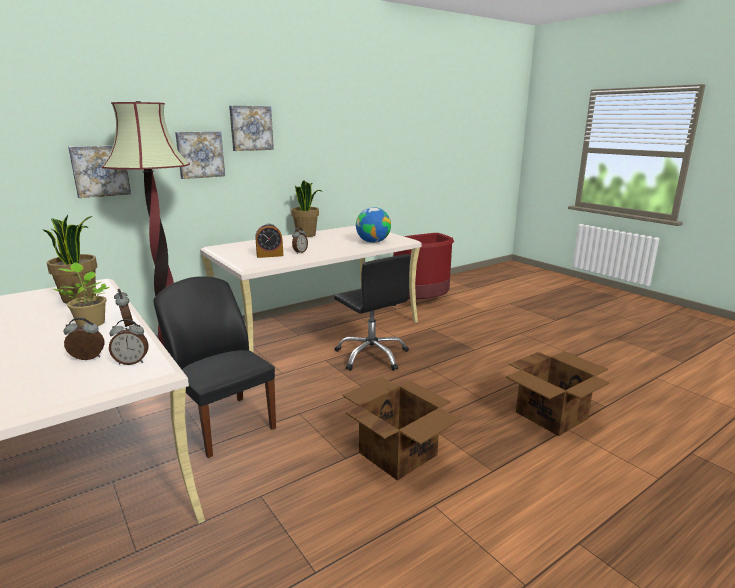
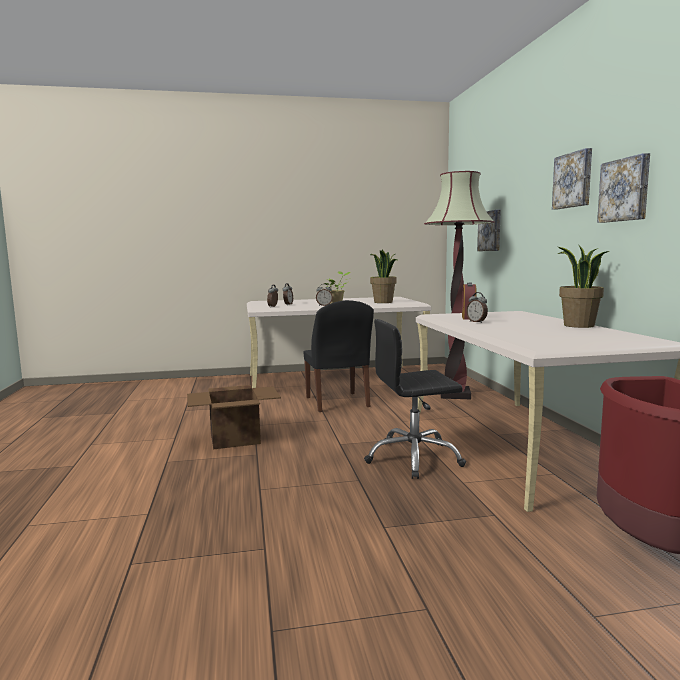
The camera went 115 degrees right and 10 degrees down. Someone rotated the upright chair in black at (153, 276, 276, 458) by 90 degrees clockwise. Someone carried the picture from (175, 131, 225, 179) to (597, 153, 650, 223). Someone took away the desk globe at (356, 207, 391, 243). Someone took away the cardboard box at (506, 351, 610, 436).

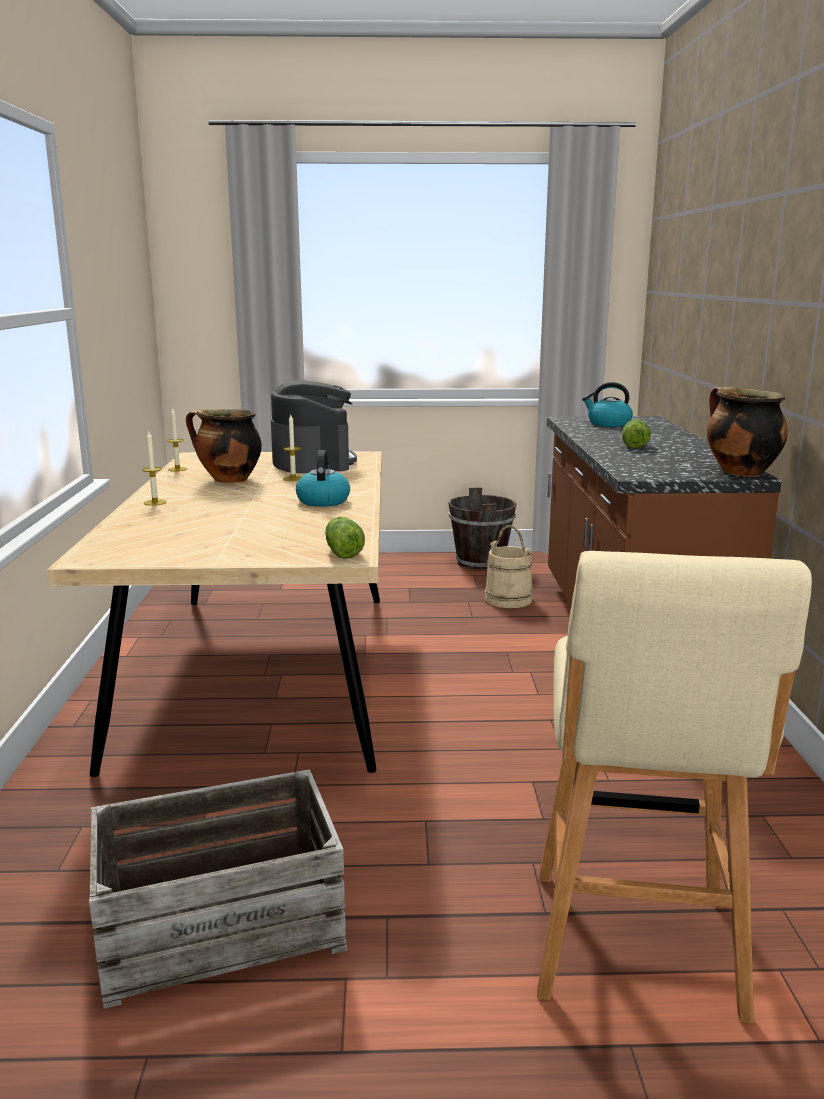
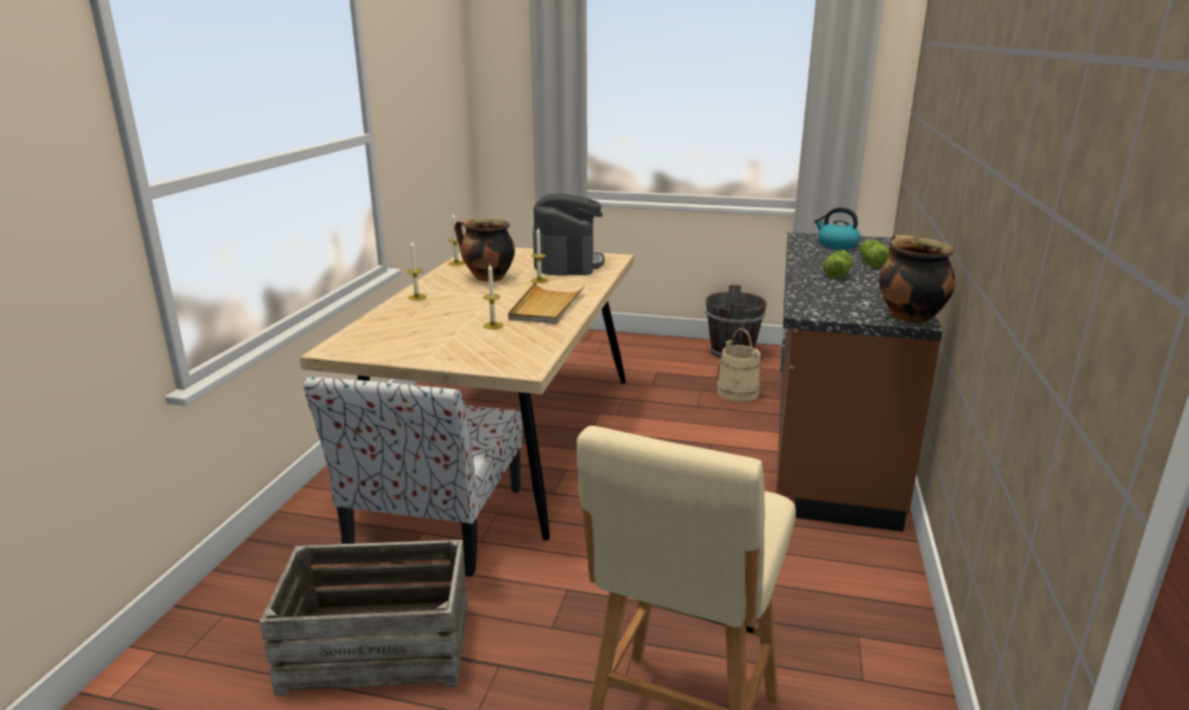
The camera went 15 degrees right and 5 degrees up. Someone put down the upright chair at (303, 376, 523, 577). Someone put down the candle at (483, 265, 503, 329). Someone swapped the tea kettle at (296, 450, 350, 507) for the tray in sand-coloured at (508, 282, 585, 324). Someone carried the lettuce from (325, 517, 365, 559) to (860, 240, 889, 267).

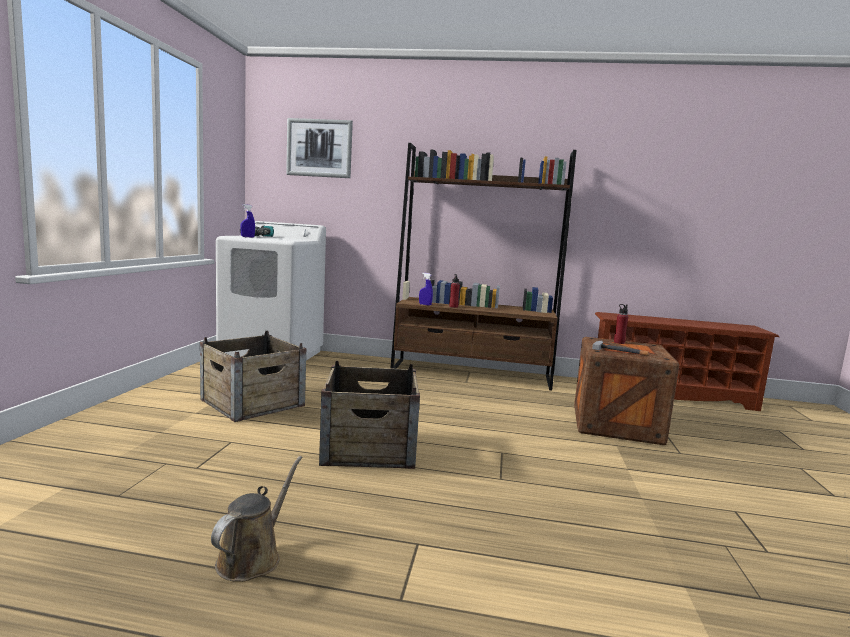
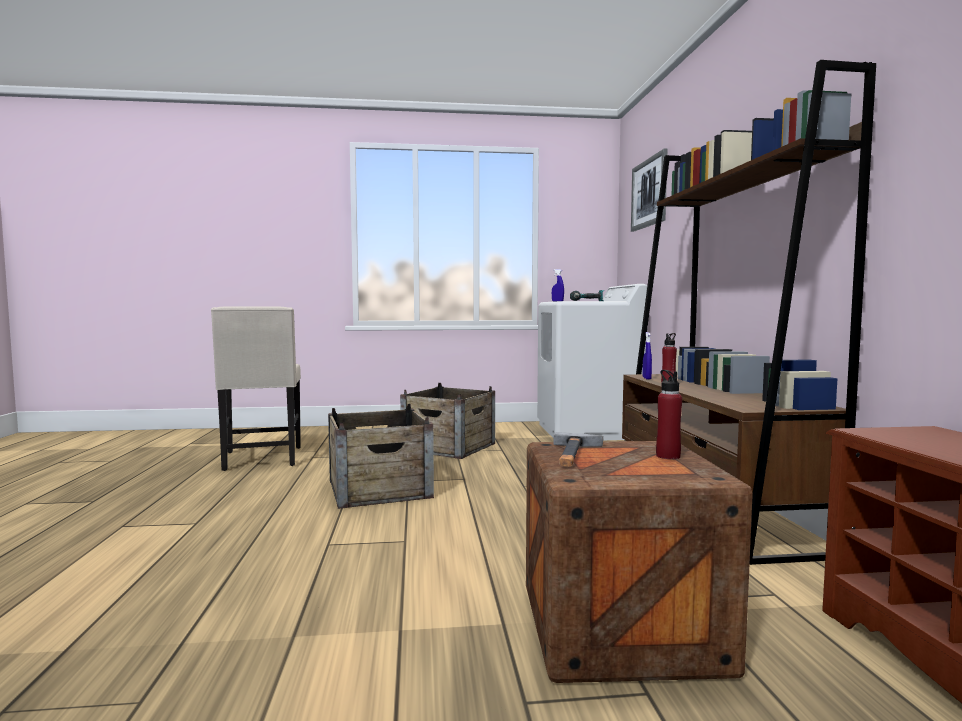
The camera went 75 degrees right and 5 degrees down. Someone put down the upright chair in sand-coloured at (211, 306, 301, 471). Someone took away the watering pot in brown-coloured at (211, 456, 302, 582).

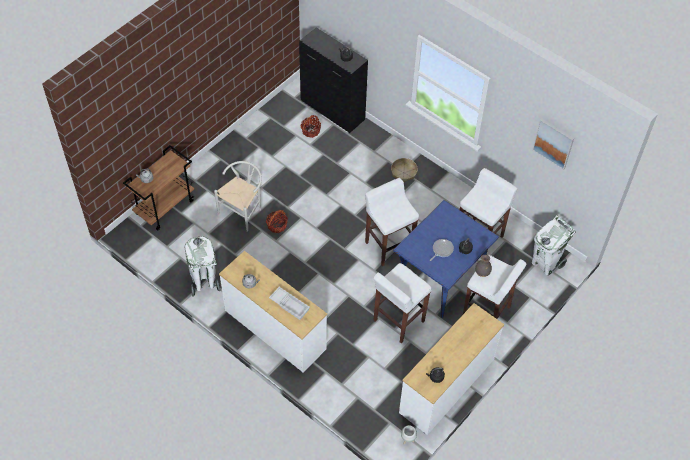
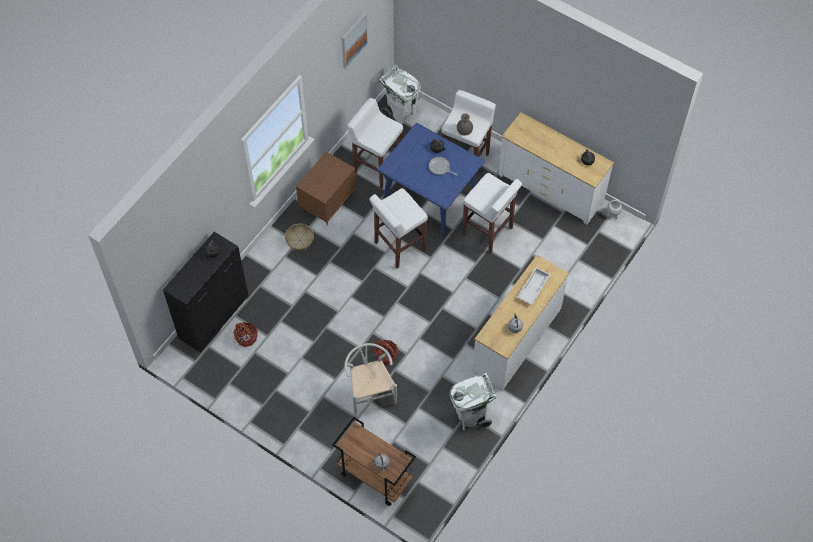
The camera went 95 degrees left and 5 degrees up. Someone put down the bedside table in brown-coloured at (296, 152, 356, 225). Someone rotated the upright chair in white at (214, 161, 262, 232) by 45 degrees clockwise.

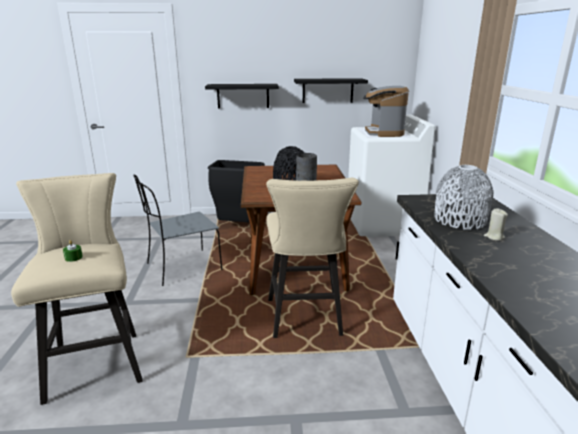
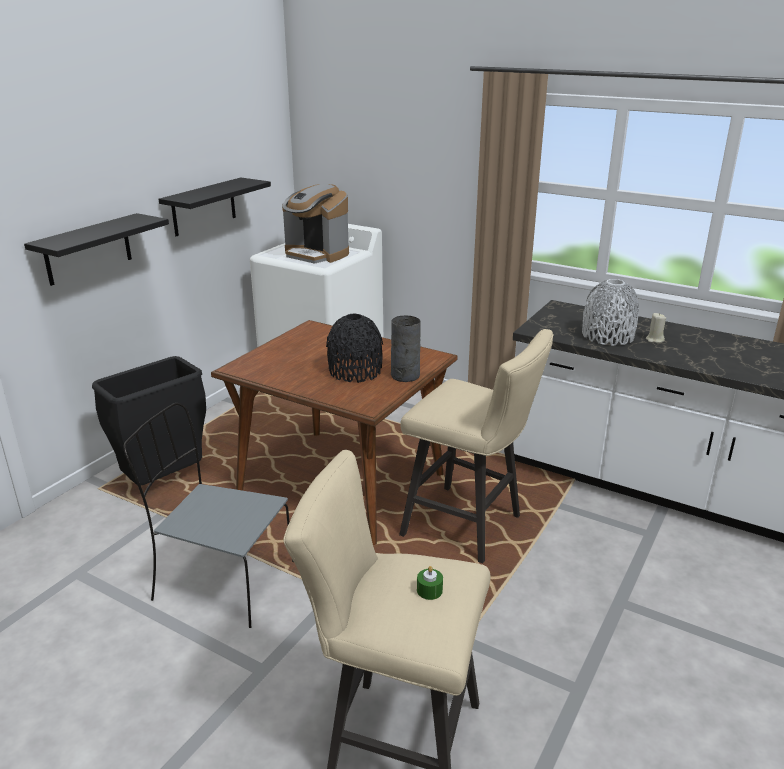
The camera went 55 degrees left and 5 degrees up. Someone rotated the upright chair in gray at (133, 174, 222, 286) by 105 degrees clockwise.

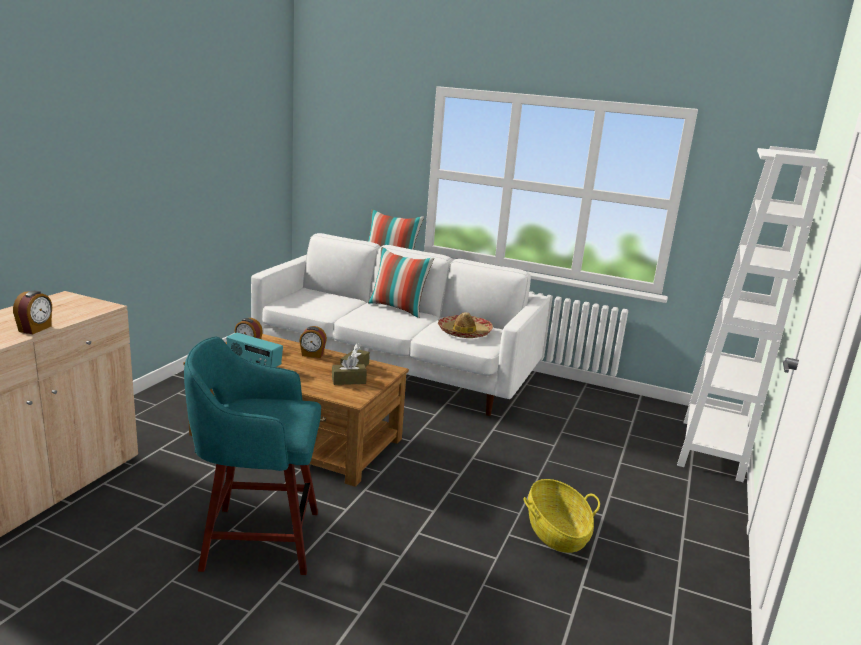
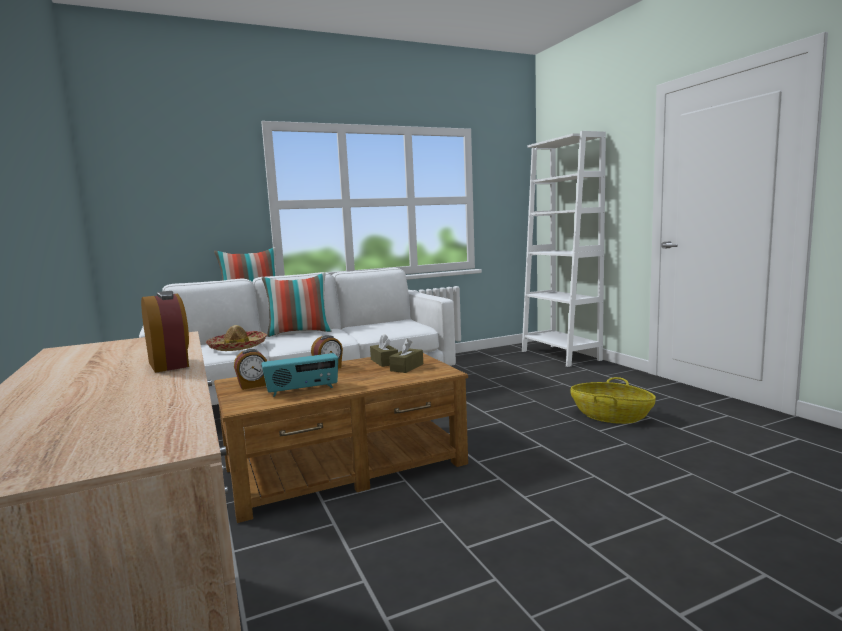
The camera went 45 degrees left and 10 degrees down. Someone carried the hat from (438, 312, 493, 338) to (206, 325, 267, 351). Someone took away the stool seat in blue-green at (184, 336, 321, 575).

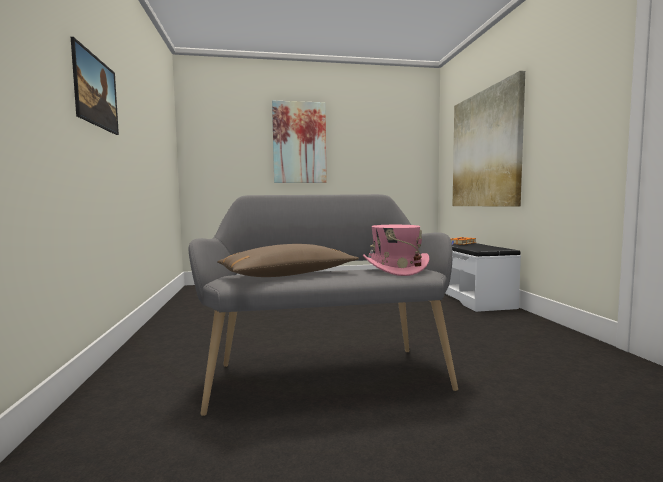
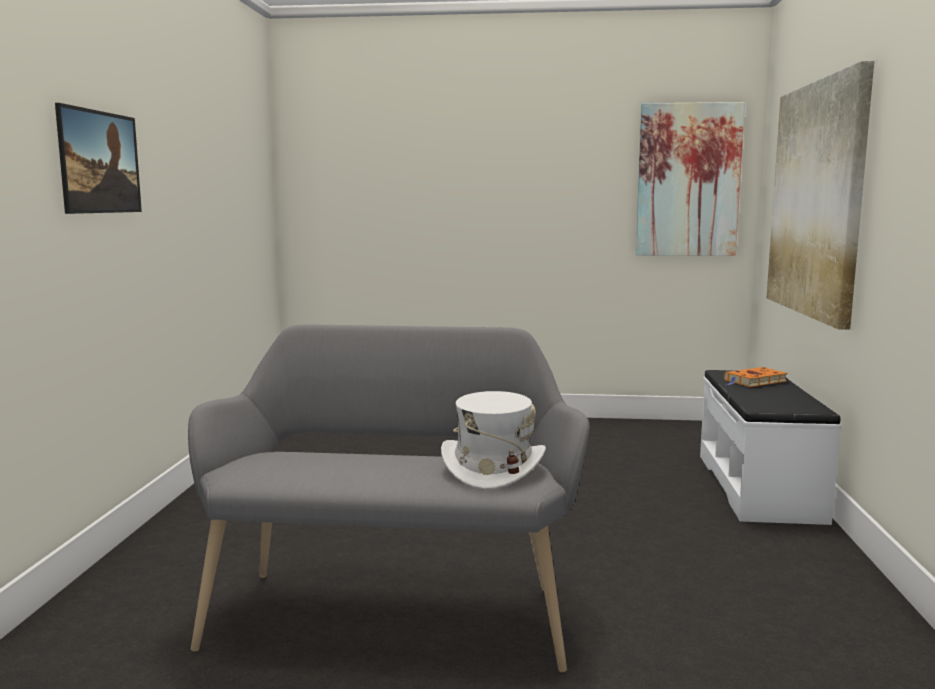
The camera went 15 degrees right and 5 degrees up. Someone repainted the hat in pinkish at (363, 225, 429, 276), which became the hat in white at (441, 391, 546, 489). Someone carried the picture from (272, 101, 327, 183) to (636, 102, 745, 256). Someone took away the pillow in brown-coloured at (217, 244, 359, 277).

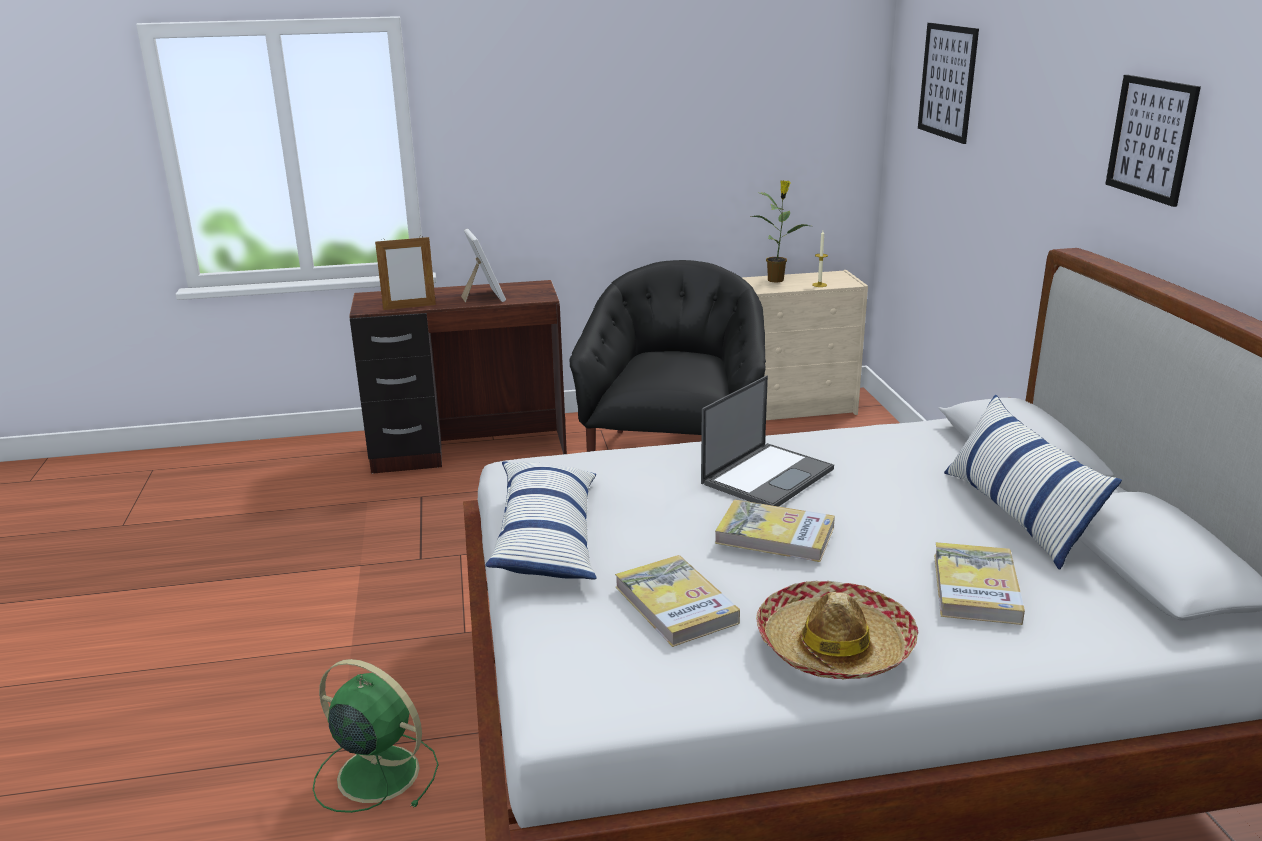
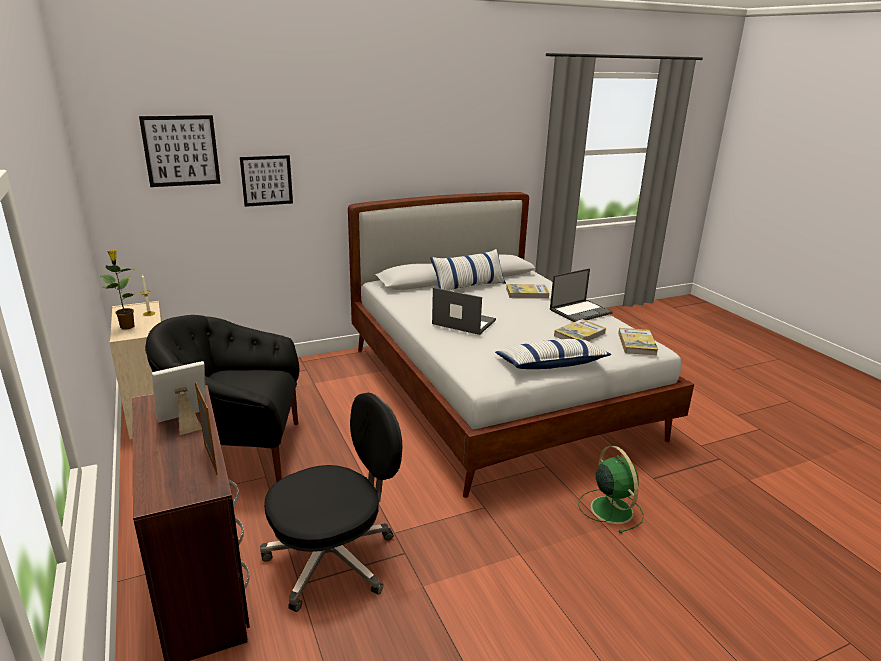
The camera went 105 degrees left and 0 degrees up. Someone carried the picture from (1105, 75, 1201, 207) to (240, 155, 293, 207). Someone put down the desk chair in black at (260, 393, 402, 612). Someone swapped the hat at (756, 581, 918, 680) for the laptop at (550, 268, 613, 322). Someone rotated the fan in green-coloured at (313, 659, 439, 813) by 150 degrees clockwise. Someone carried the bound book from (715, 500, 835, 562) to (618, 328, 658, 355).

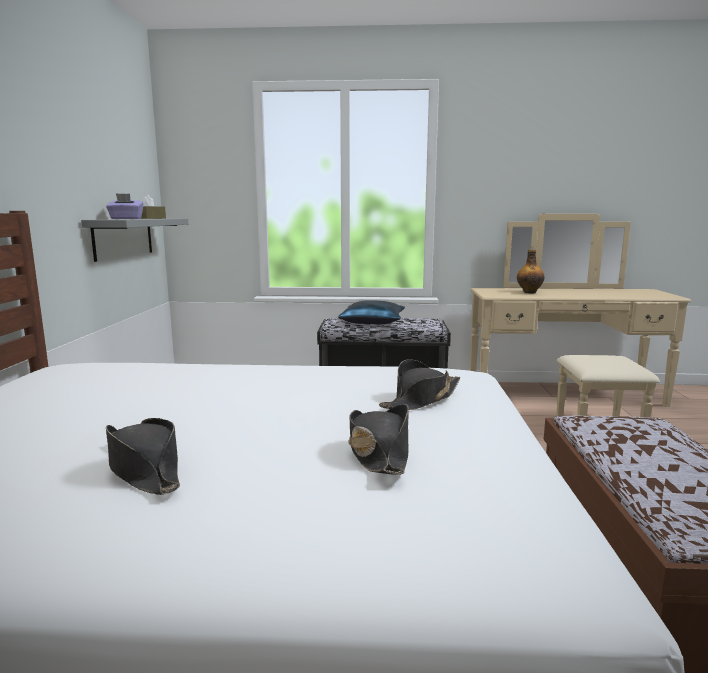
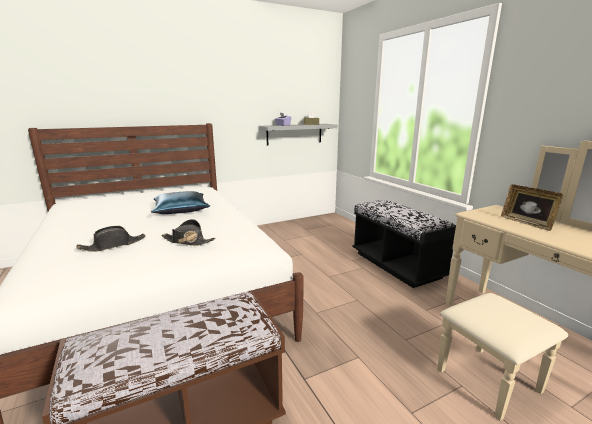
The camera went 60 degrees right and 5 degrees up. Someone carried the pillow in blue-coloured from (338, 300, 405, 324) to (151, 191, 210, 214). Someone swapped the drink bottle at (517, 250, 545, 293) for the photo frame at (501, 184, 563, 231). Someone took away the hat in black at (106, 418, 180, 495).

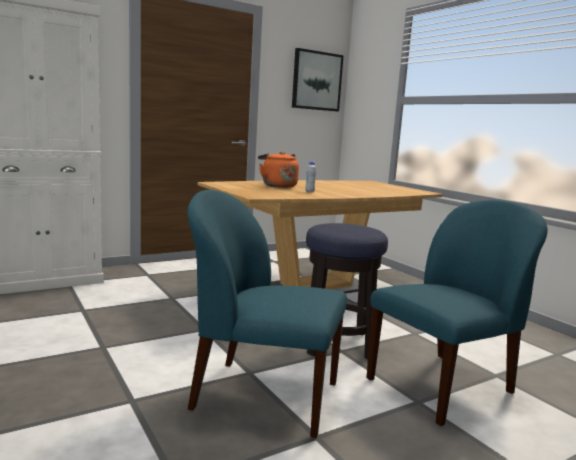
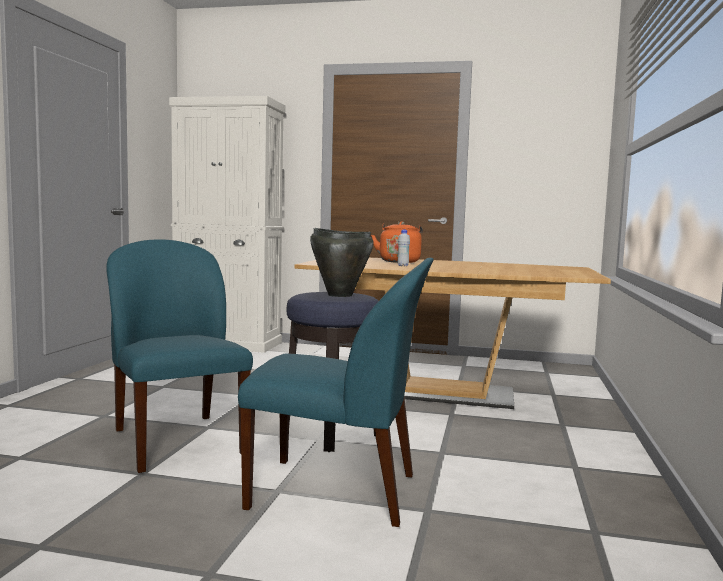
The camera went 45 degrees right and 5 degrees down. Someone put down the saucepot in black at (310, 228, 374, 297). Someone took away the picture at (292, 48, 344, 111).

